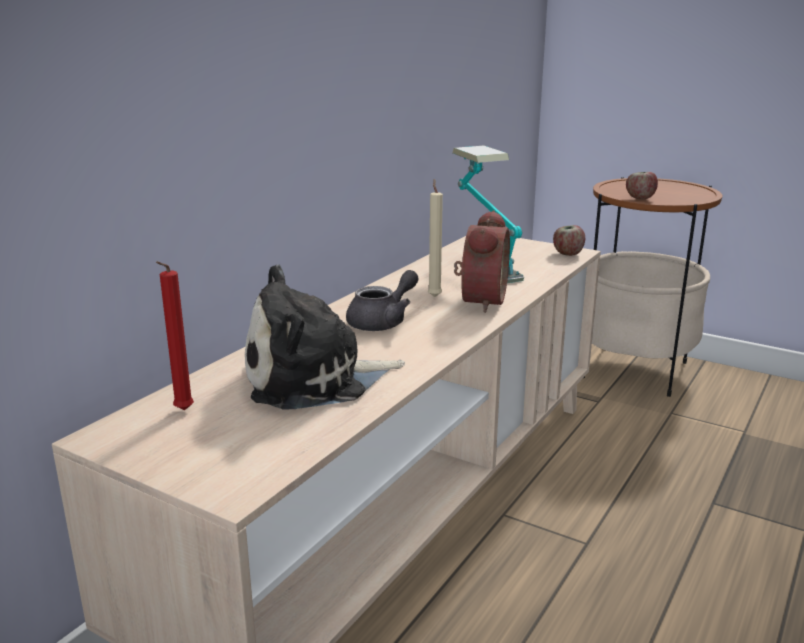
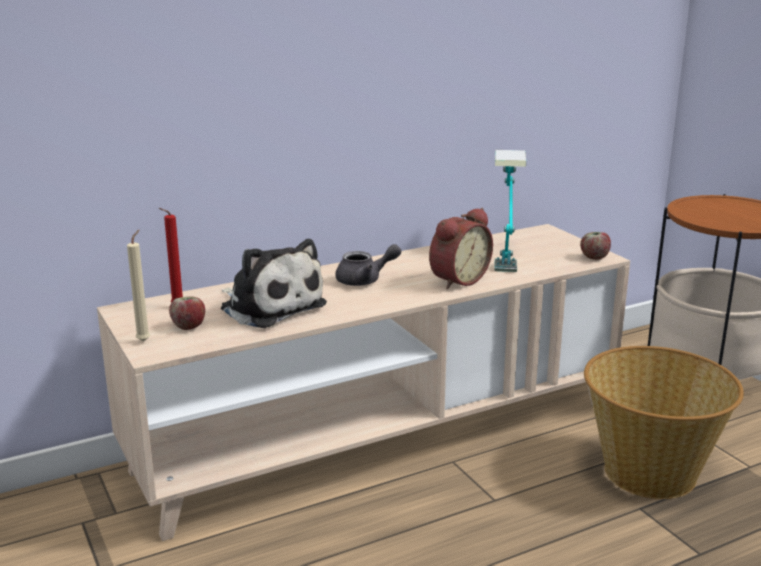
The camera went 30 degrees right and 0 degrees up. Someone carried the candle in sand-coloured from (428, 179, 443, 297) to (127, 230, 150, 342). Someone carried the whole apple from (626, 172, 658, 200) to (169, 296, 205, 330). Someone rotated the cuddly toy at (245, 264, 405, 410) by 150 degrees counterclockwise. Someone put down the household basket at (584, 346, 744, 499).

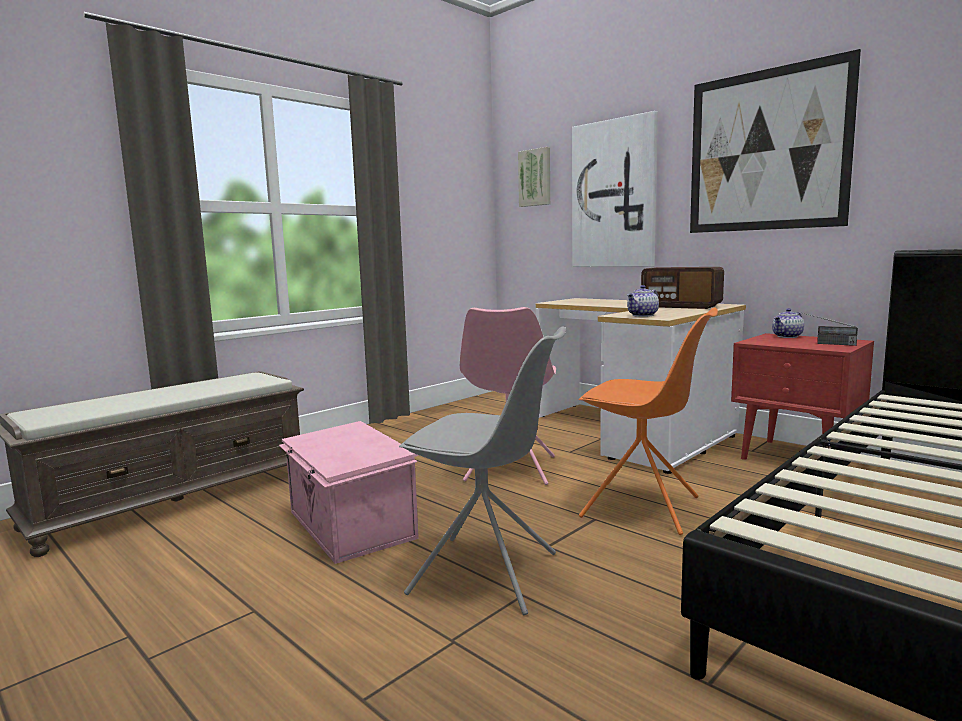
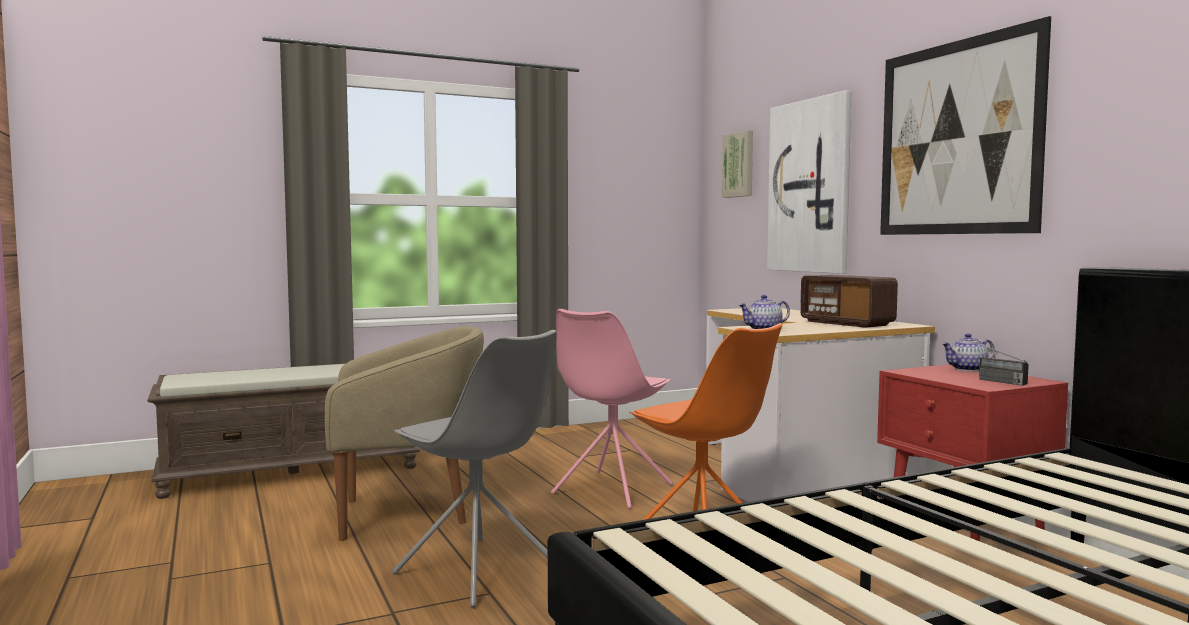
The camera went 20 degrees right and 5 degrees down. Someone swapped the storage container in pinkish at (279, 421, 419, 564) for the lounge chair in sand-coloured at (325, 326, 484, 541).

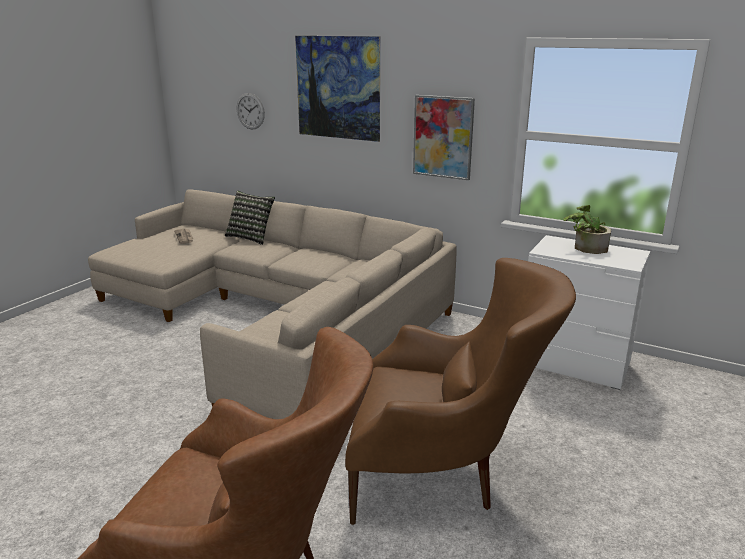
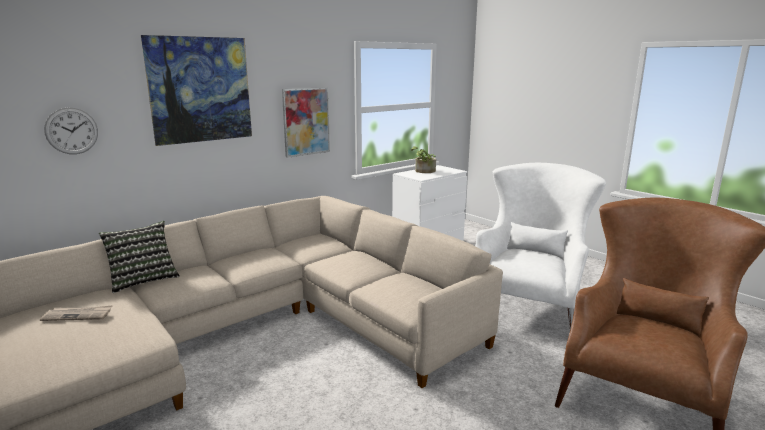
The camera went 70 degrees left and 5 degrees down. Someone repainted the lounge chair in brown-coloured at (345, 258, 576, 525), which became the lounge chair in white at (476, 163, 606, 329).

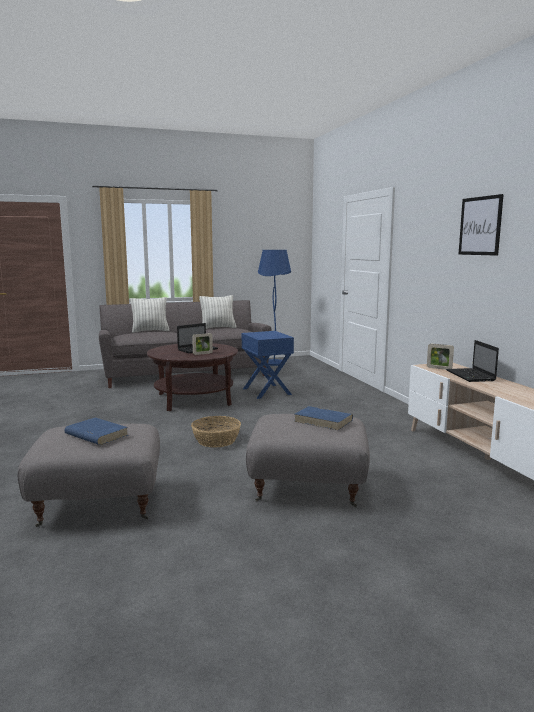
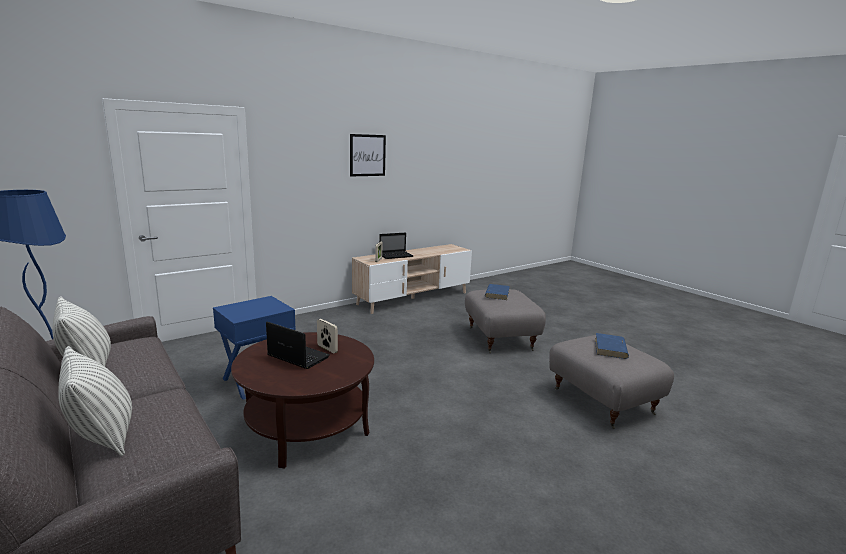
The camera went 110 degrees left and 5 degrees up. Someone took away the household basket at (191, 416, 241, 448).

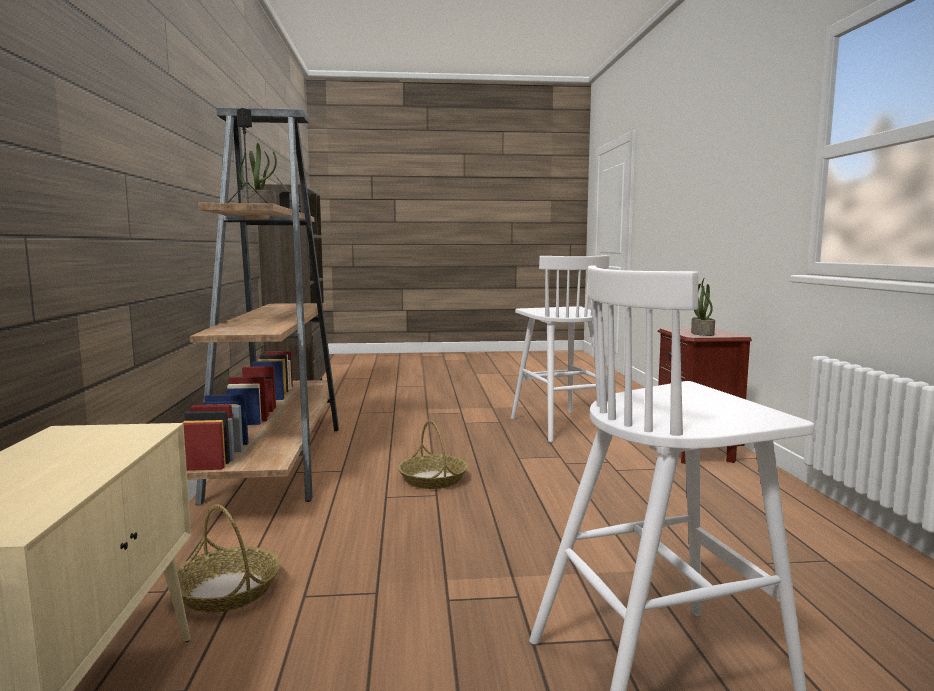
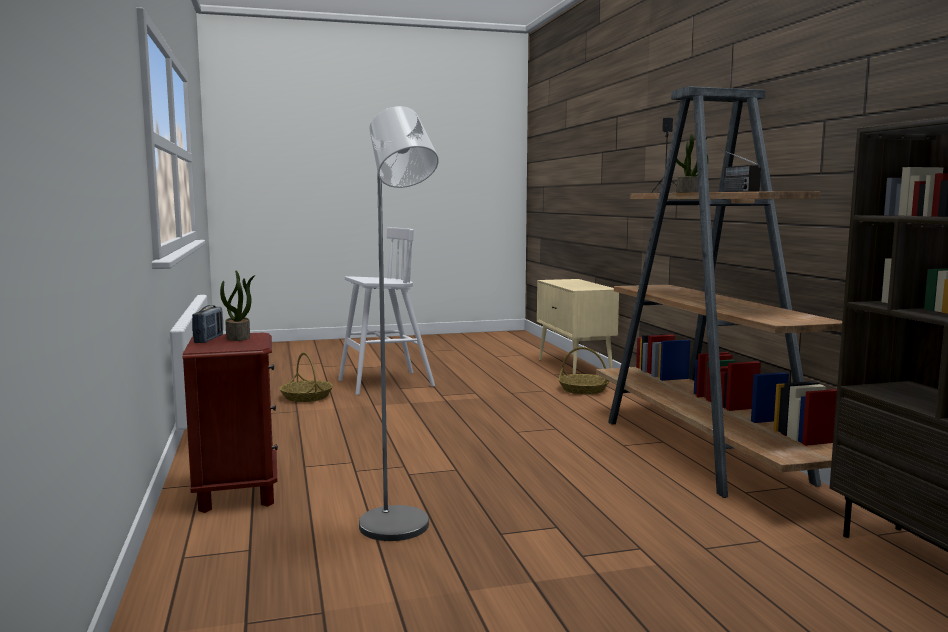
The camera went 170 degrees right and 0 degrees up. Someone put down the radio set at (192, 305, 223, 343). Someone carried the household basket from (398, 420, 468, 489) to (279, 352, 333, 402). Someone swapped the stool seat in white at (511, 255, 609, 442) for the standing lamp in gray at (359, 106, 439, 541).

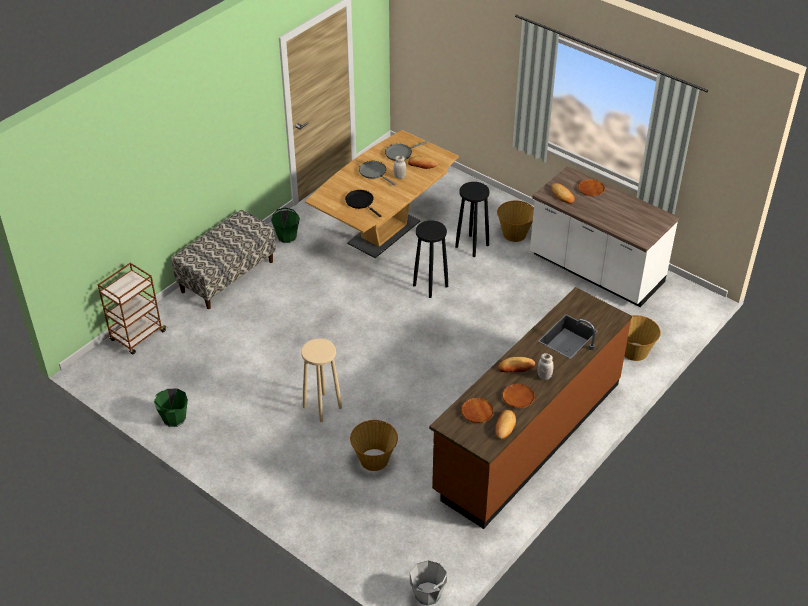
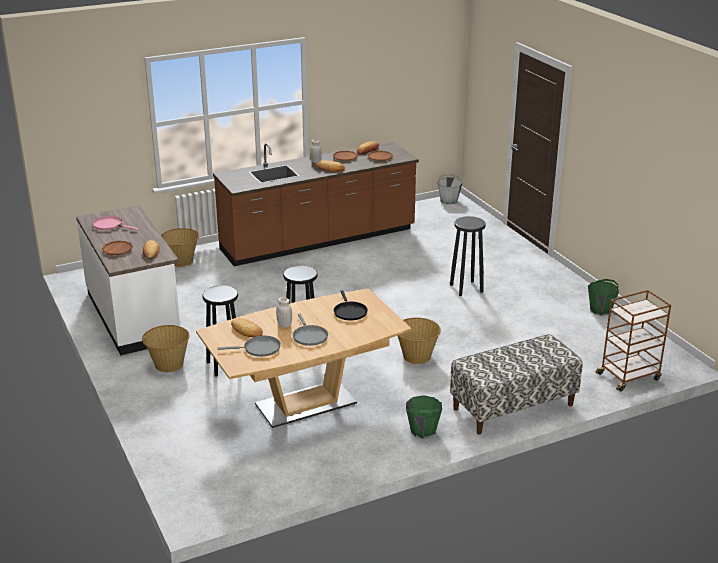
The camera went 155 degrees left and 15 degrees down. Someone put down the frying pan in pinkish at (92, 216, 139, 230). Someone carried the household basket from (350, 420, 398, 471) to (398, 317, 441, 364). Someone repainted the stool seat in sand-coloured at (301, 339, 342, 422), which became the stool seat in black at (450, 216, 486, 296).

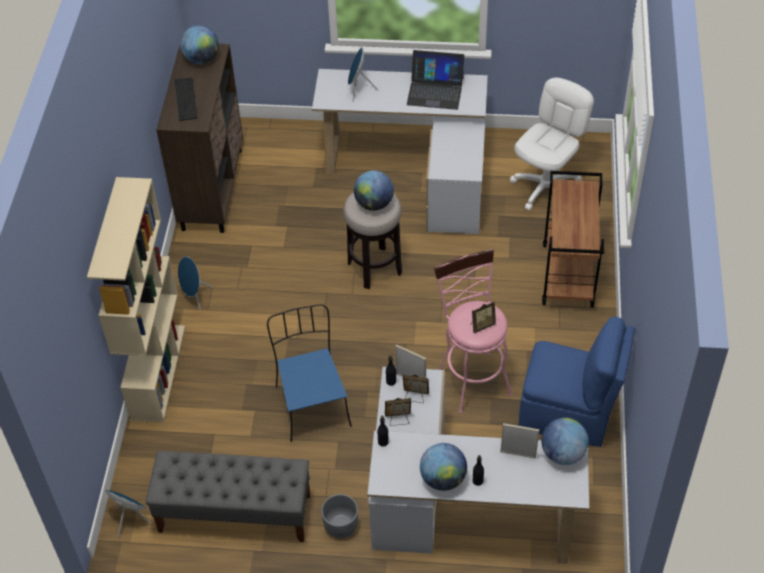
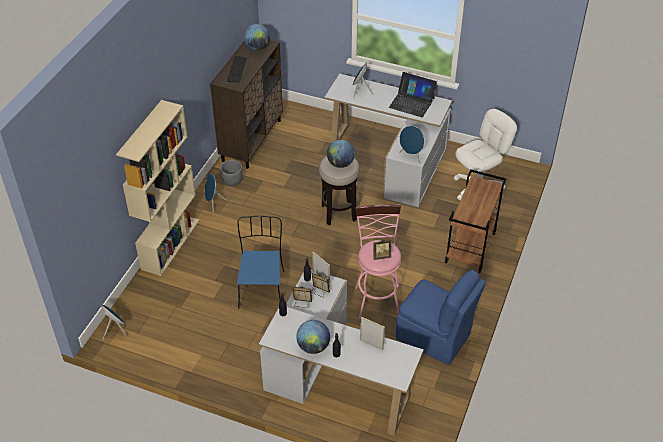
The camera went 15 degrees right and 5 degrees down. Someone carried the planter in gray from (321, 494, 358, 538) to (220, 160, 242, 186). Someone put down the loudspeaker in blue-coloured at (399, 126, 424, 164). Someone took away the long seat in gray at (146, 451, 310, 542). Someone took away the desk globe at (541, 418, 589, 465).

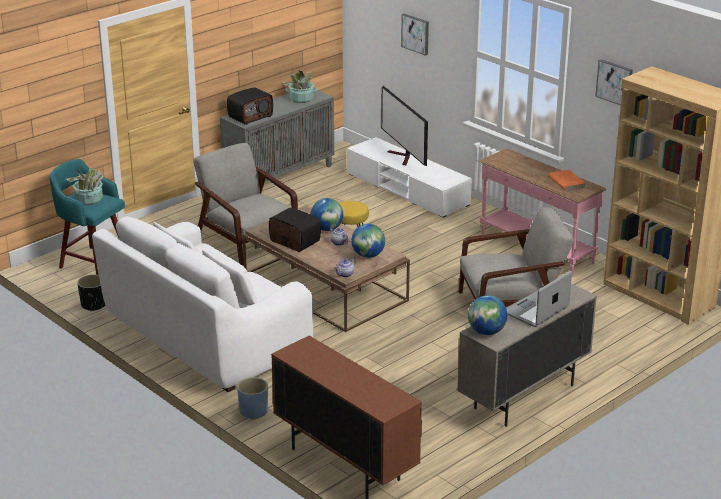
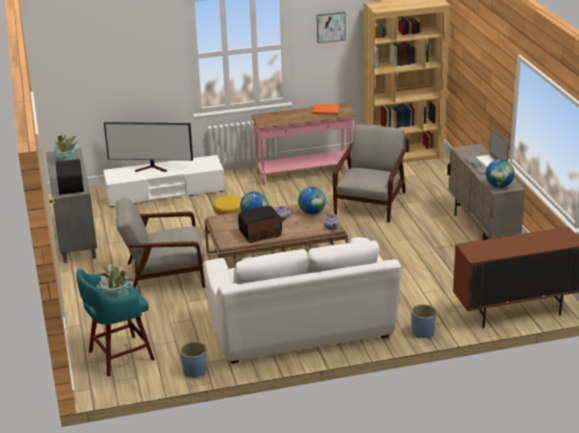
The camera went 60 degrees left and 0 degrees up. Someone repainted the planter in black at (77, 274, 106, 312), which became the planter in blue-coloured at (180, 342, 207, 378). Someone took away the picture at (401, 14, 429, 56).

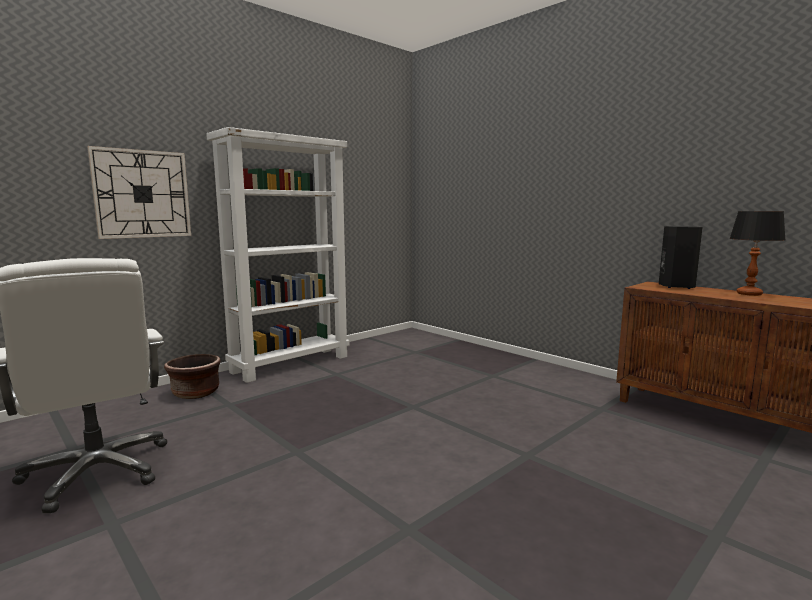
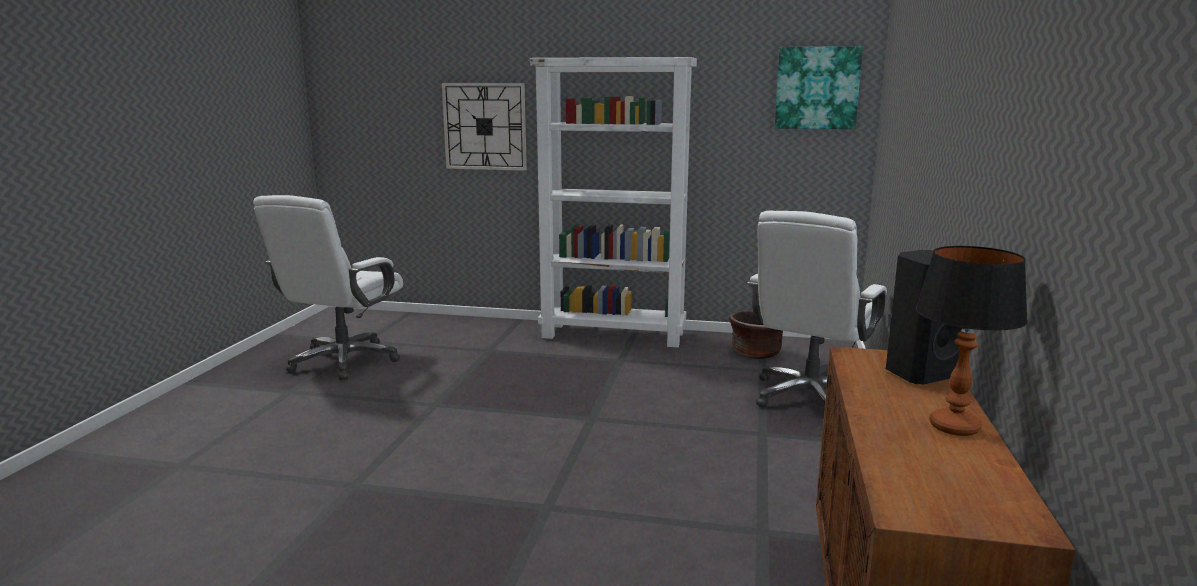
The camera went 55 degrees right and 5 degrees up. Someone carried the planter in brown-coloured from (164, 354, 221, 399) to (729, 310, 783, 359). Someone put down the desk chair in white at (748, 211, 887, 408). Someone put up the picture at (775, 46, 863, 129).

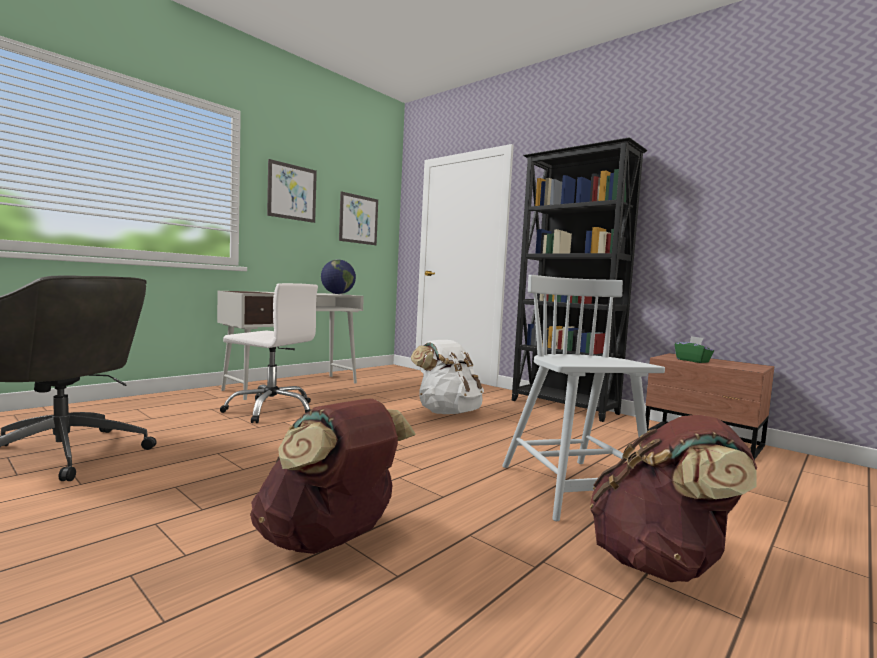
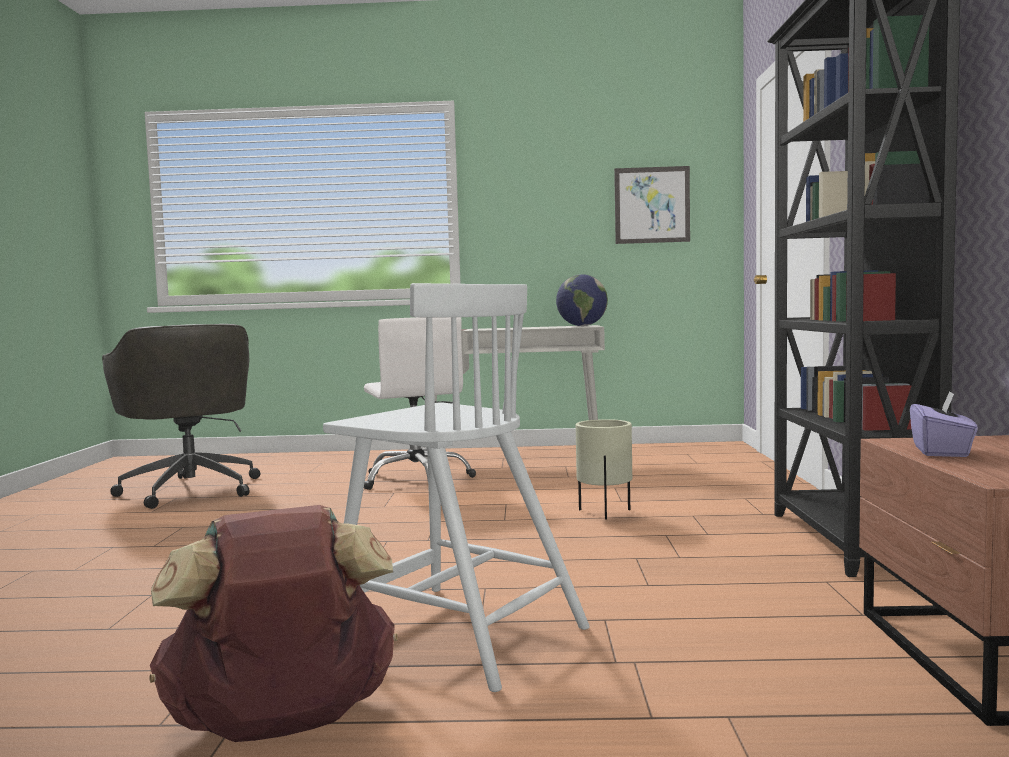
The camera went 50 degrees right and 0 degrees up. Someone rotated the upright chair in white at (502, 275, 665, 521) by 90 degrees clockwise. Someone swapped the backpack in white at (411, 340, 484, 414) for the planter in sand-coloured at (575, 419, 632, 520). Someone repainted the tissue holder in green-coloured at (675, 336, 714, 363), which became the tissue holder in purple-coloured at (910, 391, 978, 457). Someone took away the backpack in brown-coloured at (250, 398, 416, 554). Someone took away the picture at (267, 159, 317, 223).

